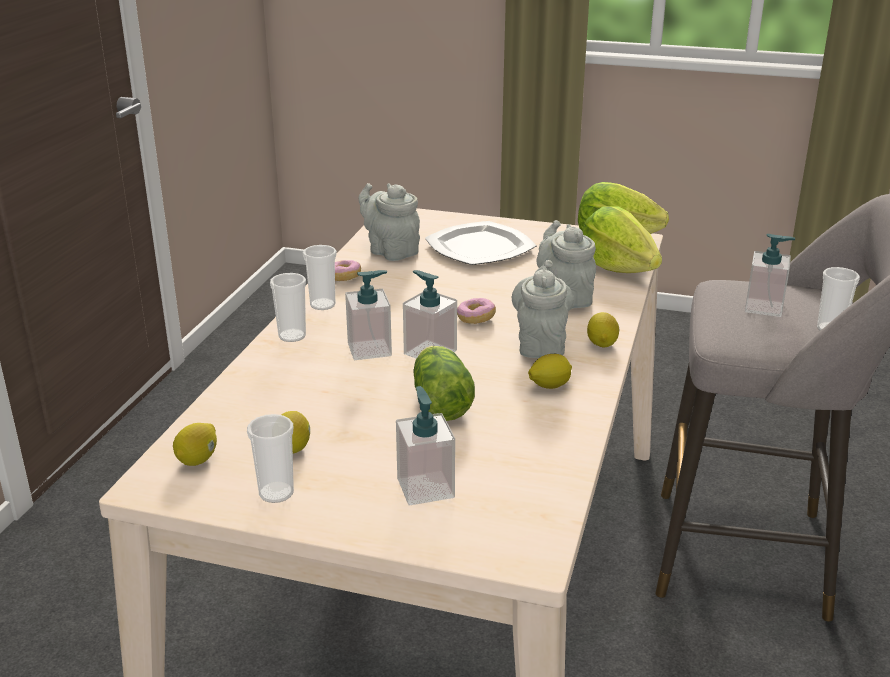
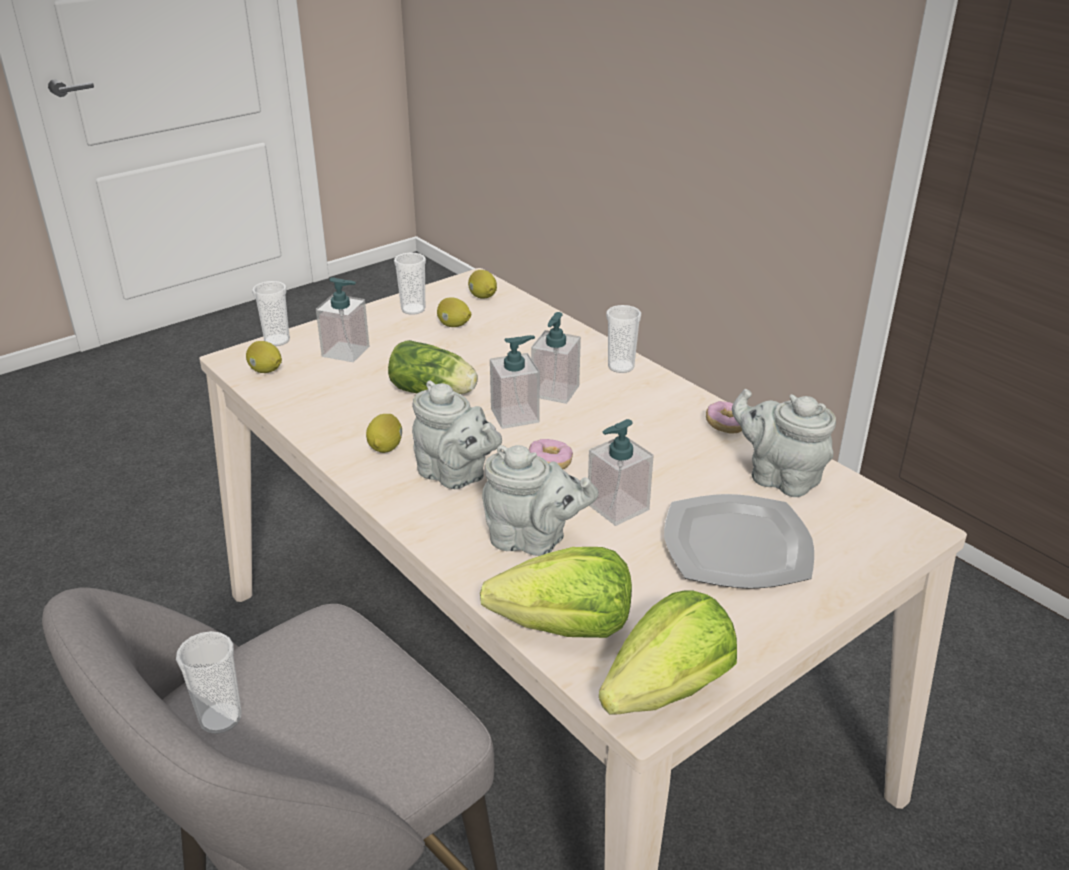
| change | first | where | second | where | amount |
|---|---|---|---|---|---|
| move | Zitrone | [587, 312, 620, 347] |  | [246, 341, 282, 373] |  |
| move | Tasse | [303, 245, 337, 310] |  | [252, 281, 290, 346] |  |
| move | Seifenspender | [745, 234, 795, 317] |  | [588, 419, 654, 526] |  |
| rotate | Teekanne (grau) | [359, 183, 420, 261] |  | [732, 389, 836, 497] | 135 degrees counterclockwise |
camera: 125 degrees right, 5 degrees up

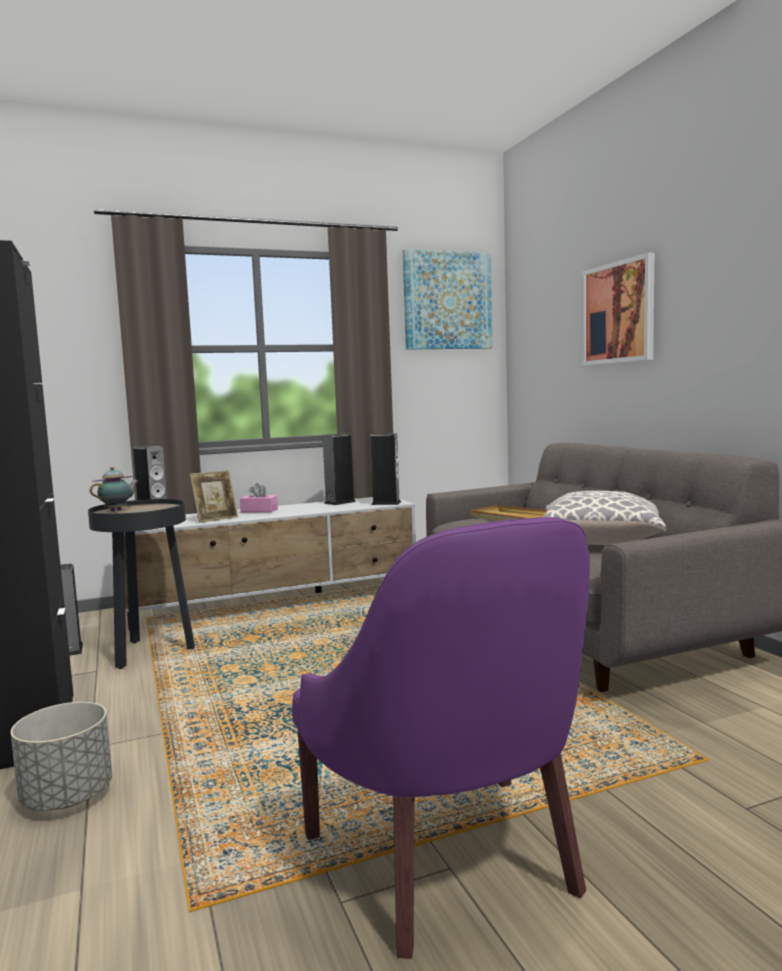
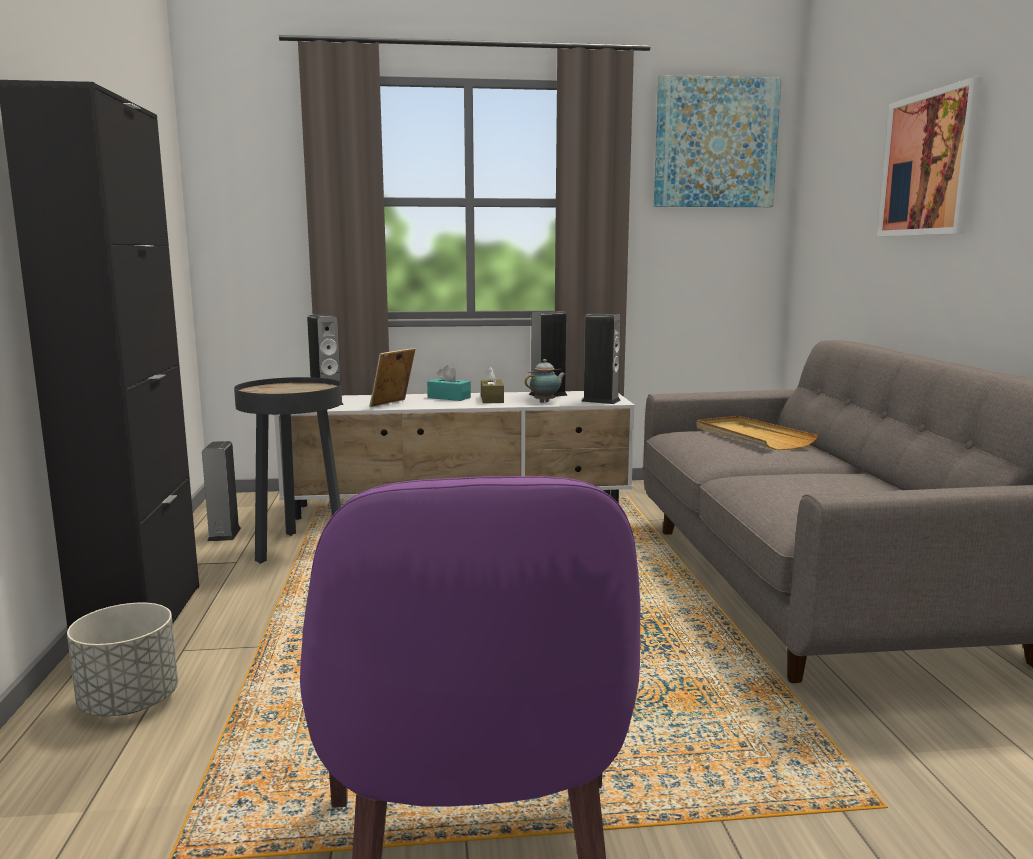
| change | first | where | second | where | amount |
|---|---|---|---|---|---|
| rotate | Bilderrahmen | [189, 471, 238, 523] |  | [370, 348, 415, 407] | 150 degrees clockwise |
| recolor | Taschentuchbox (rosa) | [240, 483, 278, 512] | Taschentuchbox (türkis) | [427, 365, 471, 401] |  |
| insert |  |  | Taschentuchbox (braun) | [481, 366, 504, 403] |  |
| move | Teekanne | [90, 467, 139, 512] |  | [525, 359, 566, 403] |  |
| delete | Kissen | [543, 491, 666, 545] |  |  |  |
camera: 15 degrees right, 5 degrees up

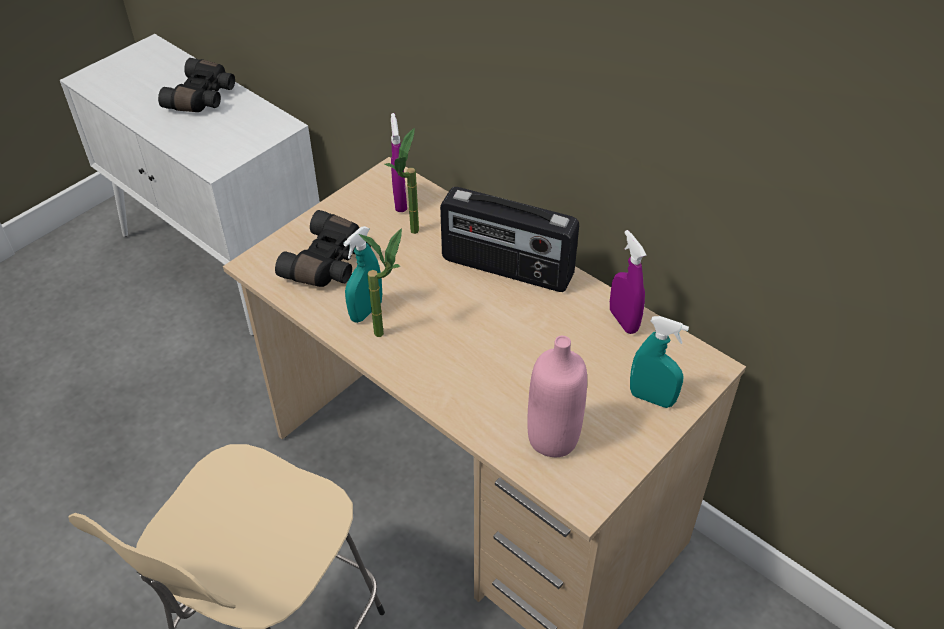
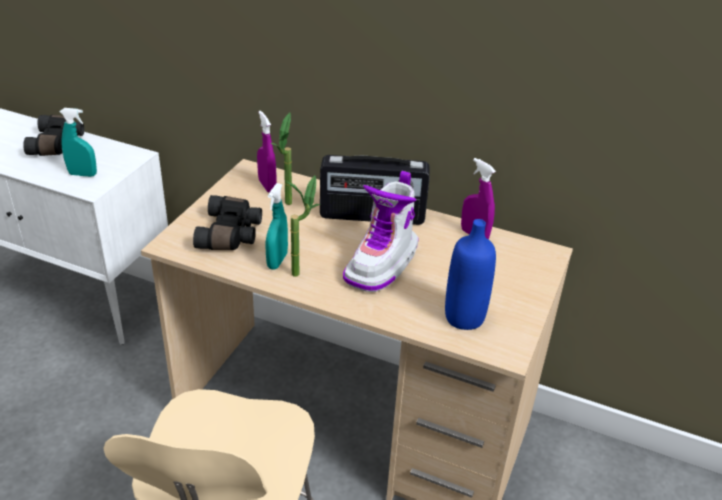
| change | first | where | second | where | amount |
|---|---|---|---|---|---|
| move | Sprühflasche (türkis) | [630, 316, 689, 408] |  | [60, 108, 97, 177] |  |
| insert |  |  | Stiefel | [343, 171, 419, 292] |  |
| recolor | Flasche (rosa) | [527, 336, 587, 457] | Flasche (blau) | [445, 219, 496, 330] |  |
camera: 20 degrees left, 10 degrees down

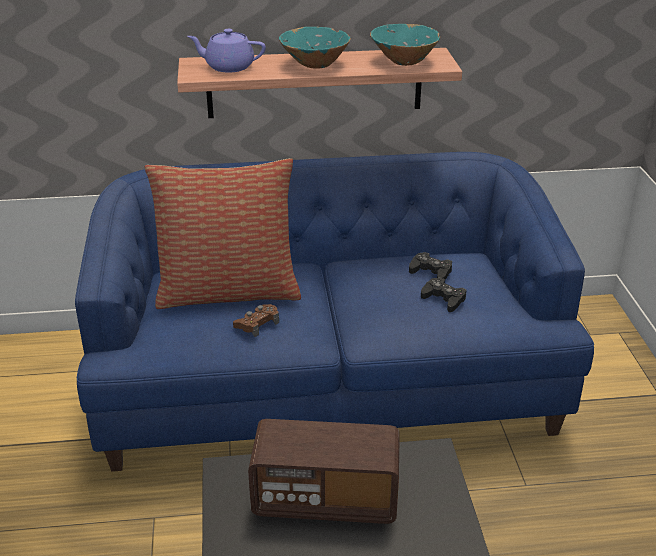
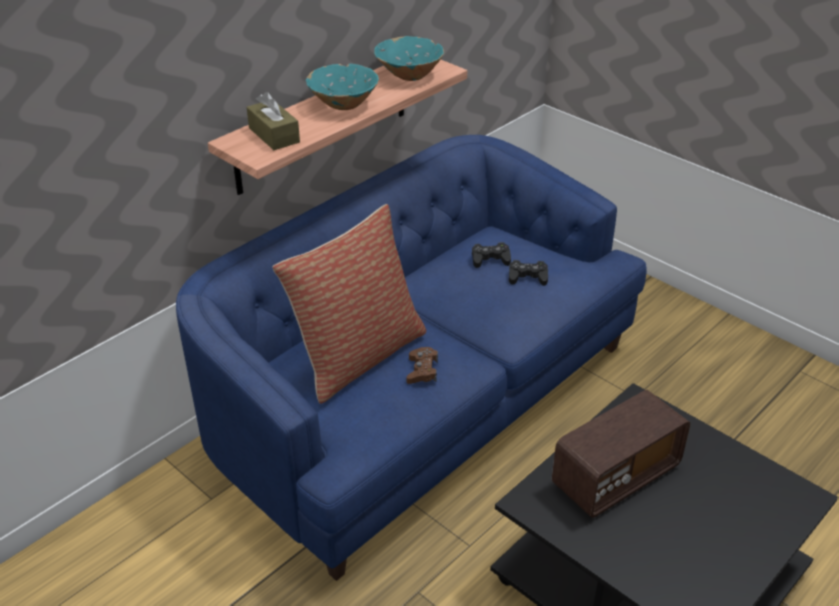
| change | first | where | second | where | amount |
|---|---|---|---|---|---|
| replace | Teekanne (lila) | [187, 29, 266, 73] | Taschentuchbox (braun) | [247, 92, 300, 150] |  |
camera: 40 degrees left, 5 degrees up

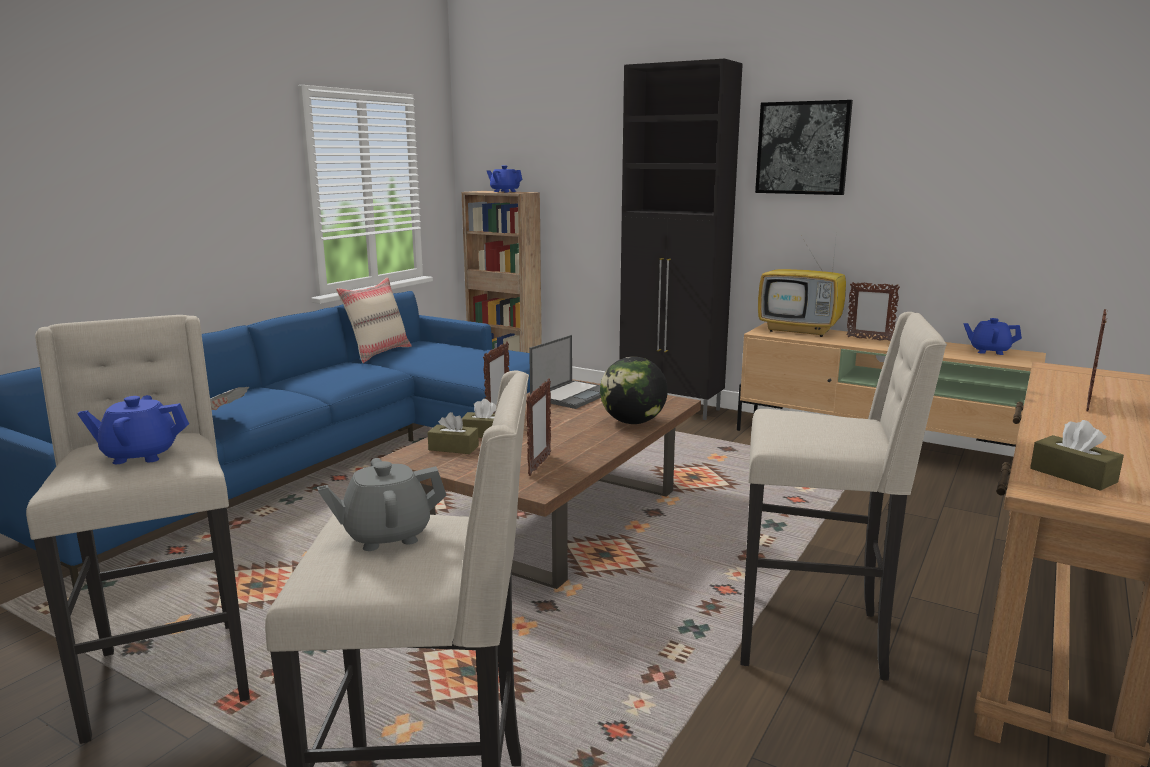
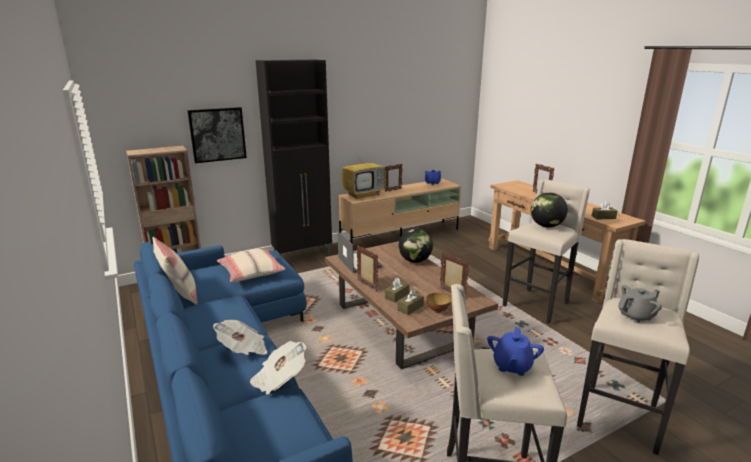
| change | first | where | second | where | amount |
|---|---|---|---|---|---|
| move | Bild | [755, 100, 853, 195] |  | [187, 107, 247, 163] |  |
| insert |  |  | Zeitung | [213, 320, 267, 355] |  |
| insert |  |  | Kissen (beige) | [217, 249, 286, 282] |  |
| insert |  |  | Schüssel | [426, 293, 451, 313] |  |
| insert |  |  | Globus | [531, 193, 568, 228] |  |
| rotate | Teekanne (grau) | [317, 458, 447, 551] |  | [618, 285, 662, 323] | 120 degrees counterclockwise |
| delete | Teekanne (blau) | [487, 165, 523, 192] |  |  |  |
camera: 60 degrees left, 5 degrees up

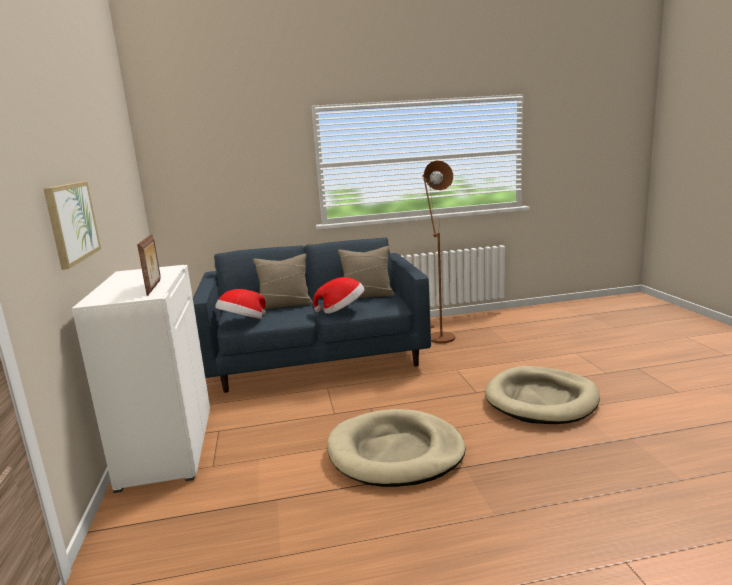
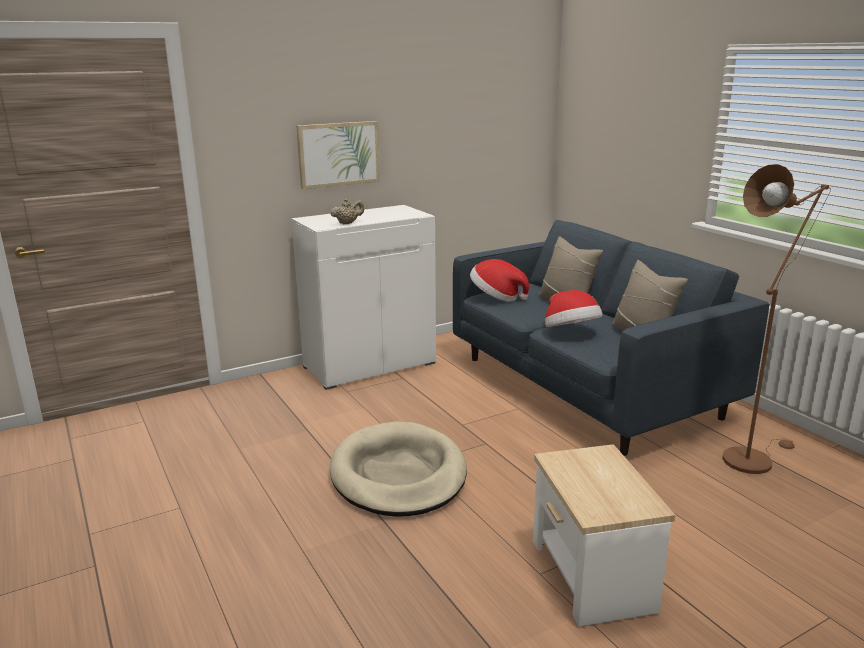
| change | first | where | second | where | amount |
|---|---|---|---|---|---|
| replace | Bilderrahmen | [137, 234, 161, 296] | Teekanne (beige) | [331, 199, 364, 224] |  |
| replace | Hundebett (beige) | [485, 366, 600, 424] | Beistelltisch | [533, 444, 675, 627] |  |
camera: 70 degrees right, 5 degrees up

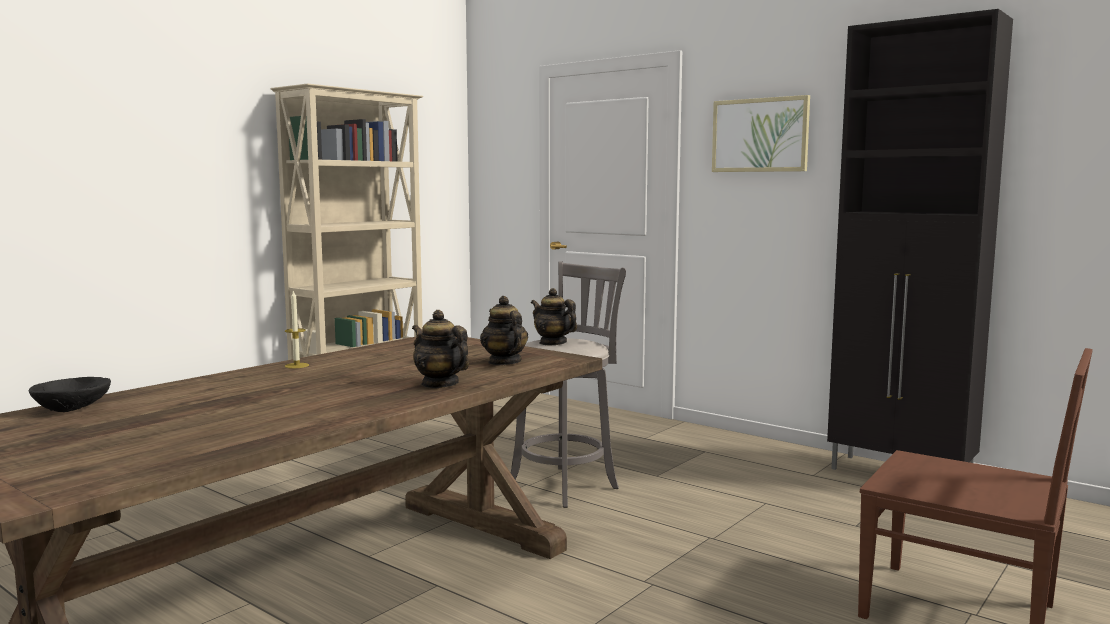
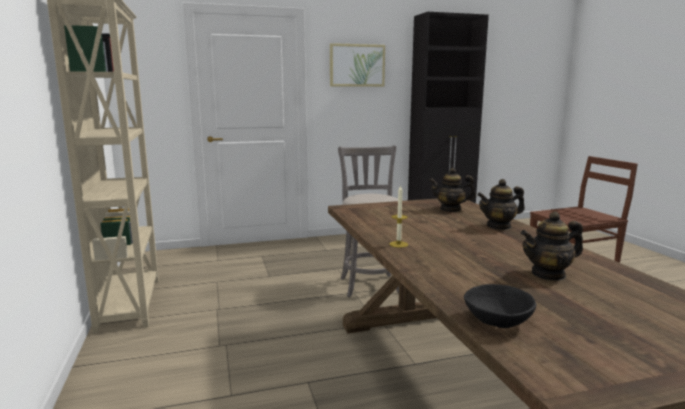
| change | first | where | second | where | amount |
|---|---|---|---|---|---|
| move | Teekanne | [531, 288, 577, 345] |  | [521, 211, 583, 281] |  |
camera: 55 degrees left, 5 degrees up

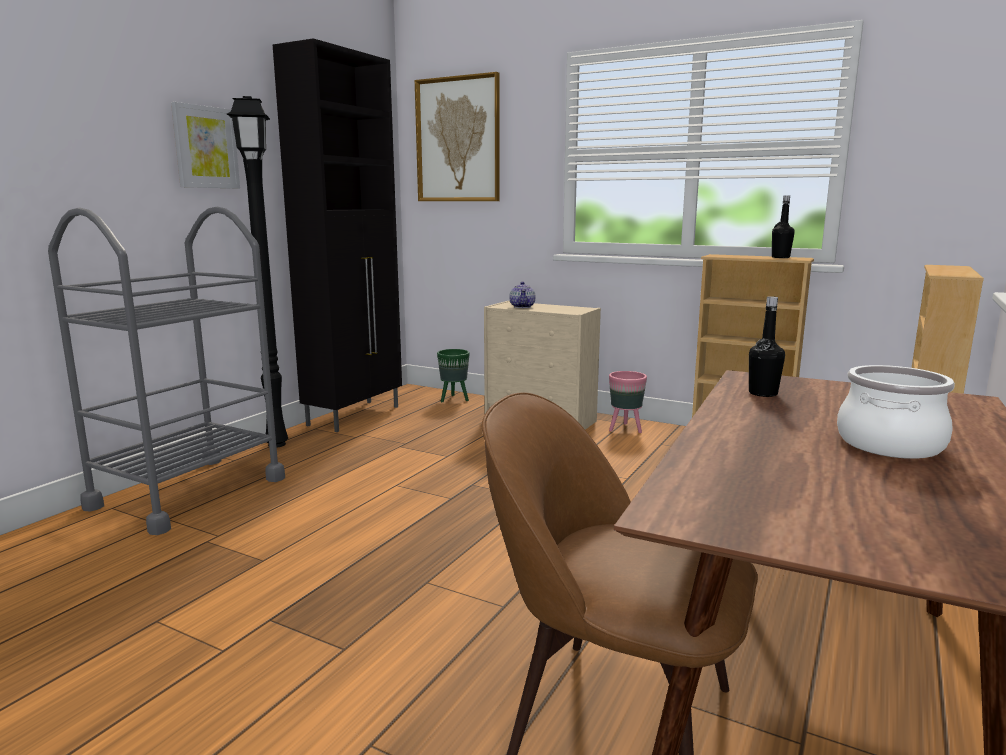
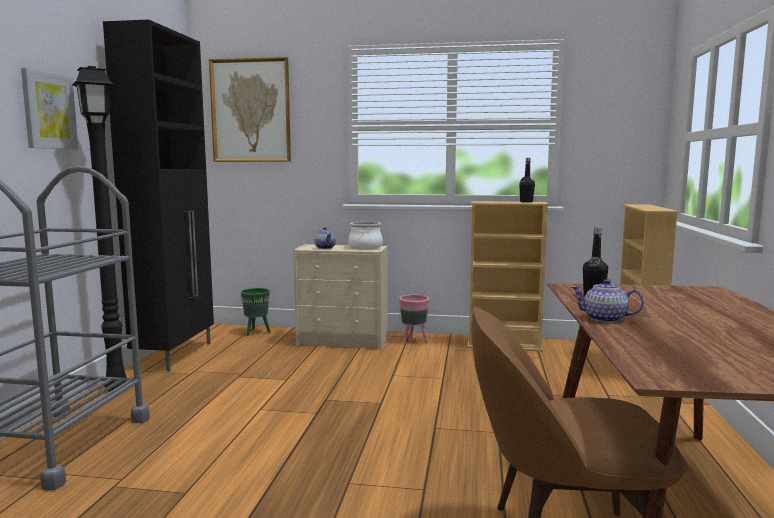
| change | first | where | second | where | amount |
|---|---|---|---|---|---|
| move | Kochtopf | [837, 365, 955, 459] |  | [348, 222, 383, 250] |  |
| insert |  |  | Teekanne | [571, 279, 644, 323] |  |
camera: 20 degrees left, 5 degrees down

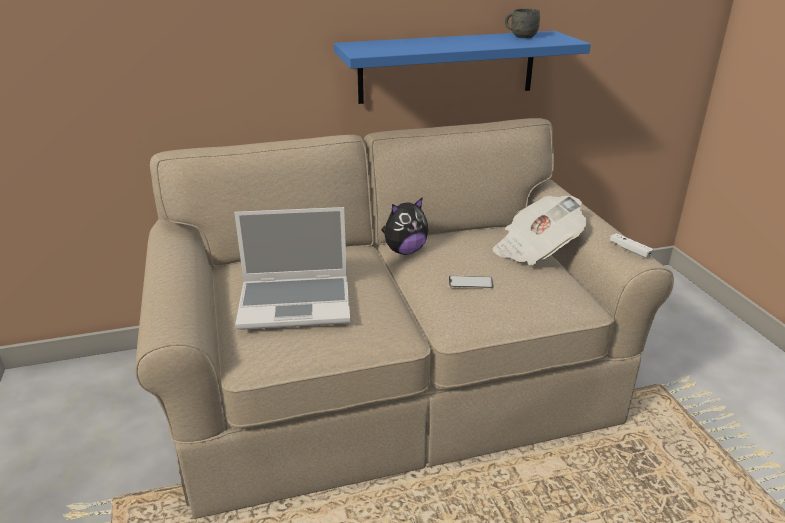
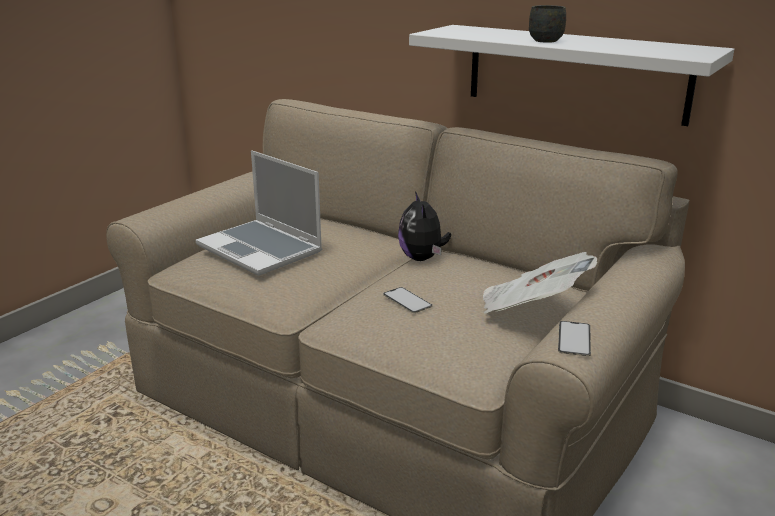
| change | first | where | second | where | amount |
|---|---|---|---|---|---|
| rotate | Plüschtier | [381, 197, 428, 255] |  | [398, 191, 451, 261] | 60 degrees clockwise |
| recolor | Wandregal (blau) | [334, 31, 591, 104] | Wandregal (weiß) | [409, 25, 734, 126] |  |
| move | Henkelbecher (grau) | [505, 9, 540, 38] |  | [529, 5, 566, 43] |  |
| replace | Gamepad (weiß) | [610, 233, 654, 259] | Handy | [558, 321, 591, 356] |  |
camera: 50 degrees right, 5 degrees down

